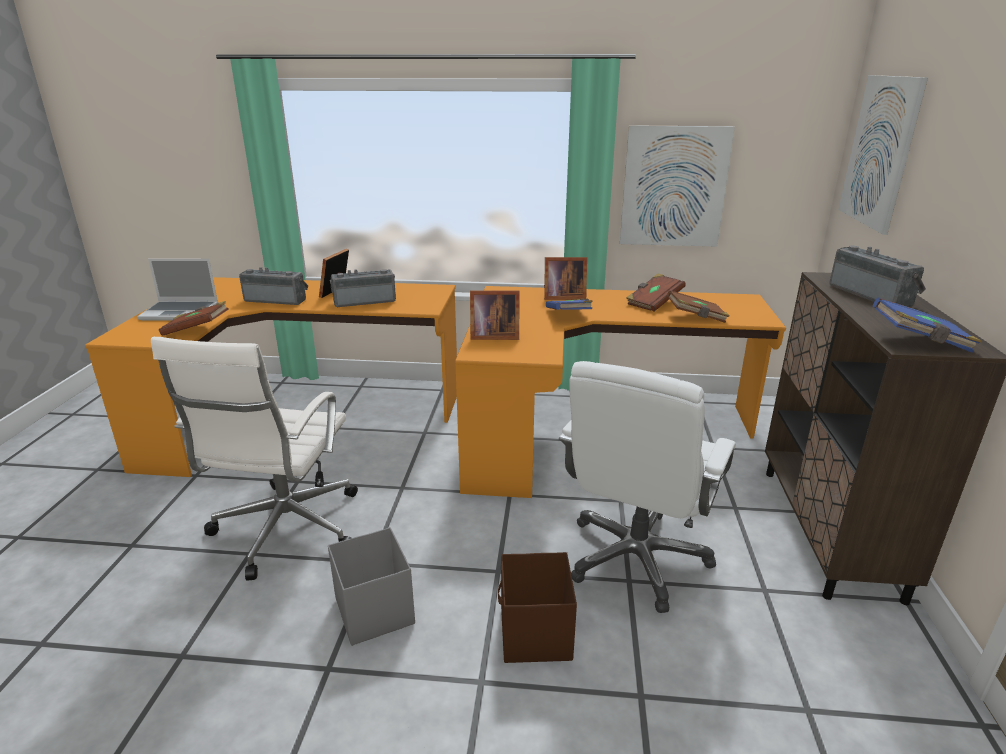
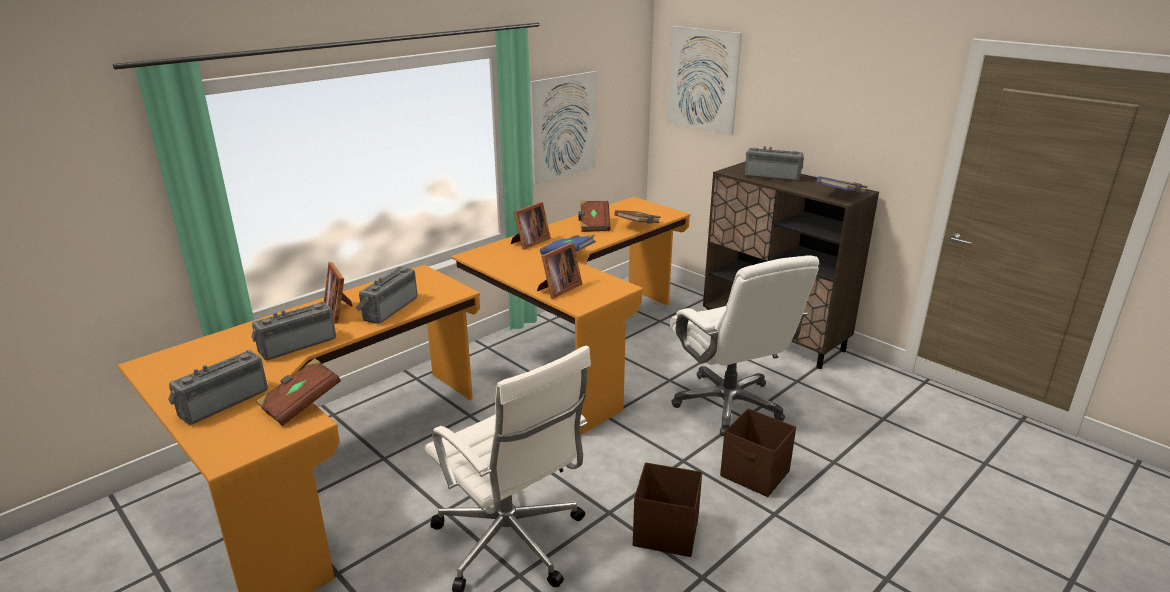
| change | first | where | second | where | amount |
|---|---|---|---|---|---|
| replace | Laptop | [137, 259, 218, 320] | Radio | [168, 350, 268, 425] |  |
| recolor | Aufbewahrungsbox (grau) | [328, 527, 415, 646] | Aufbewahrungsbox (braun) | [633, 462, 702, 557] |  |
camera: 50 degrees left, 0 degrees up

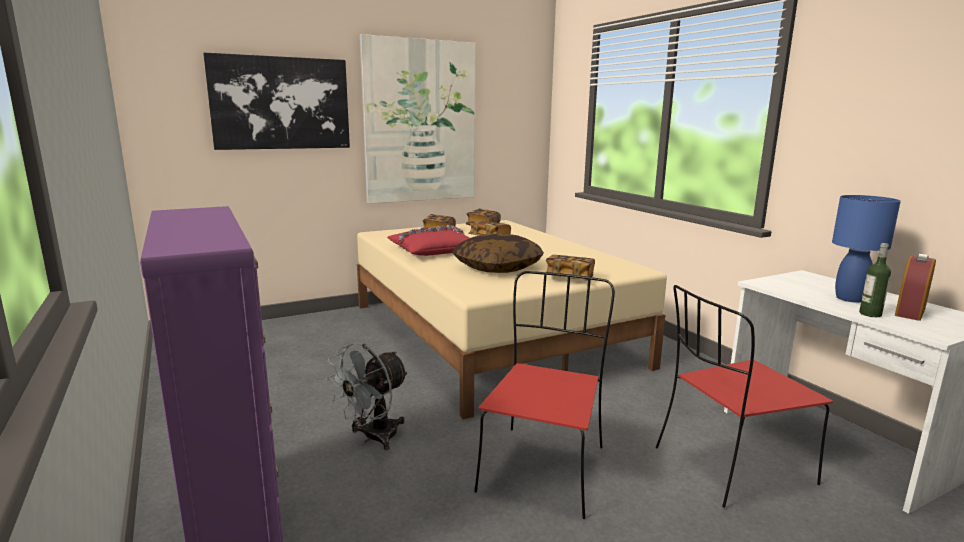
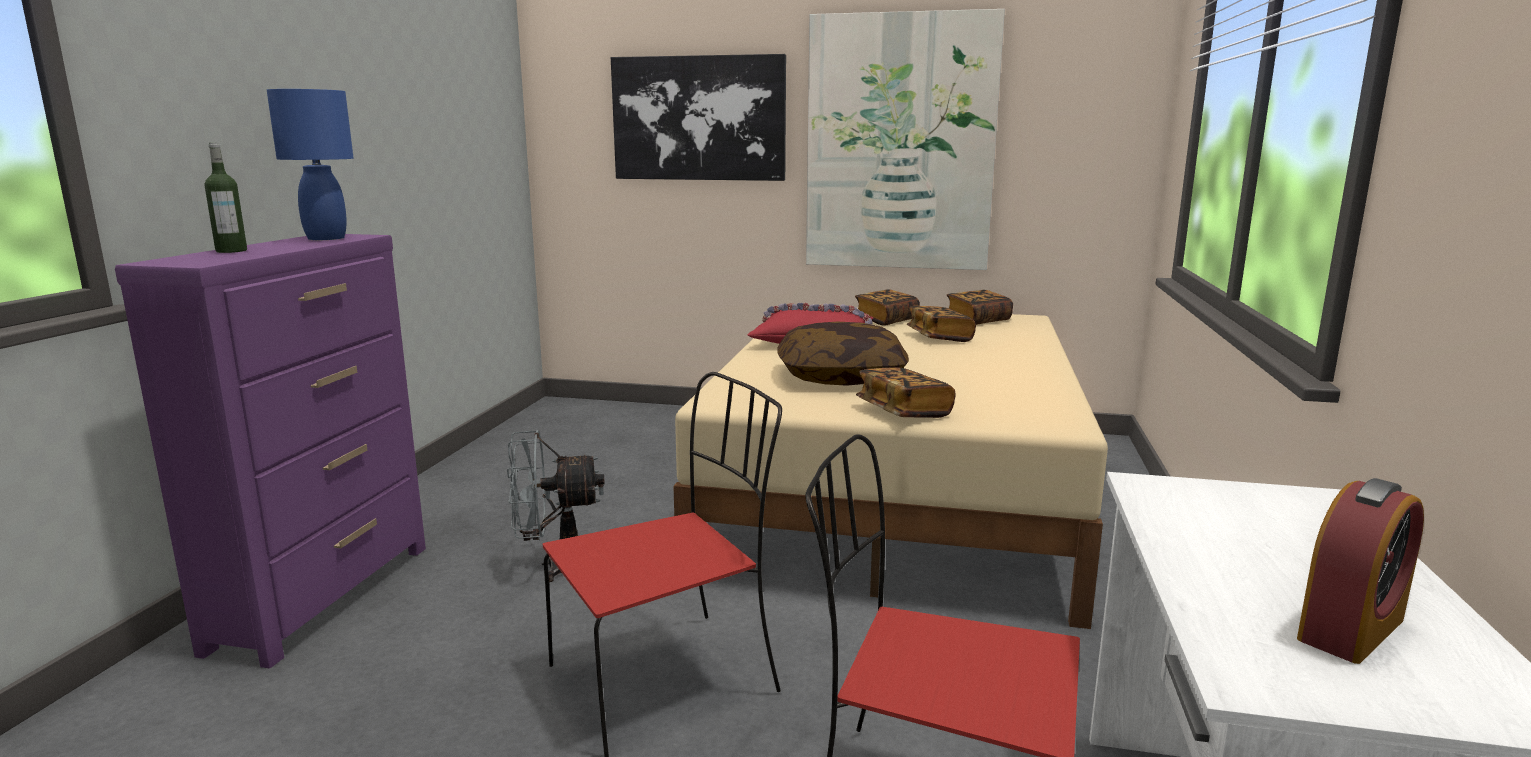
| change | first | where | second | where | amount |
|---|---|---|---|---|---|
| move | Flasche | [859, 243, 891, 317] |  | [204, 143, 247, 253] |  |
| move | Tischlampe (blau) | [832, 195, 901, 303] |  | [267, 89, 354, 240] |  |
| rotate | Wecker | [895, 254, 936, 321] |  | [1297, 478, 1424, 664] | 150 degrees clockwise |
camera: 40 degrees right, 0 degrees up

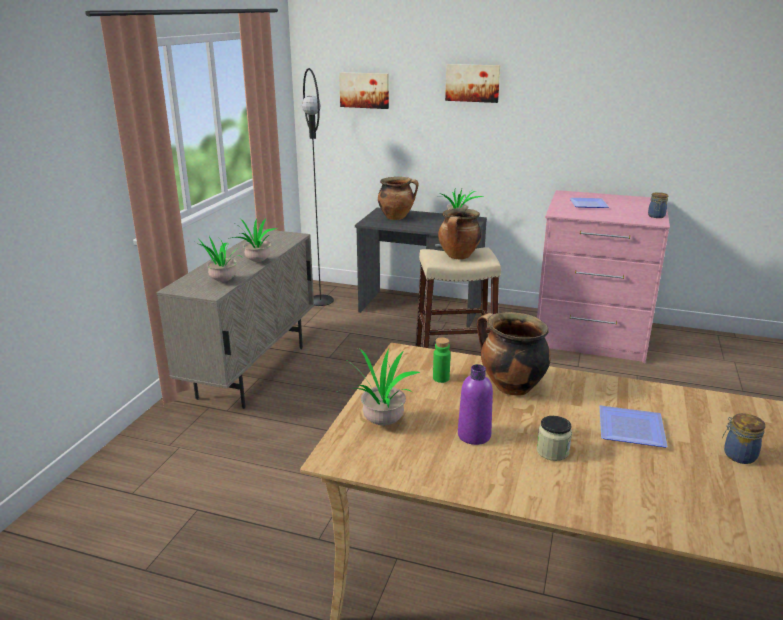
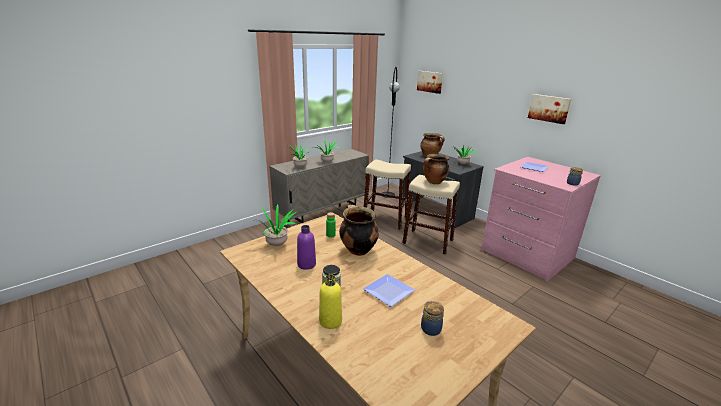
| change | first | where | second | where | amount |
|---|---|---|---|---|---|
| insert |  |  | Flasche (gelb) | [319, 274, 342, 329] |  |
| insert |  |  | Hocker (beige) | [364, 160, 411, 230] |  |
| move | Bild | [445, 64, 500, 103] |  | [528, 94, 571, 124] |  |
camera: 30 degrees right, 0 degrees up

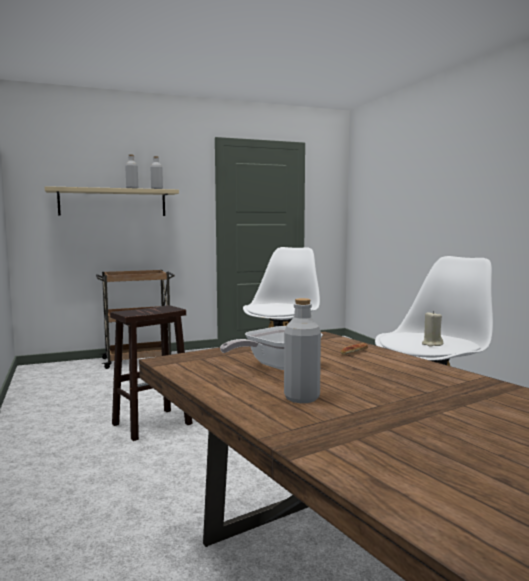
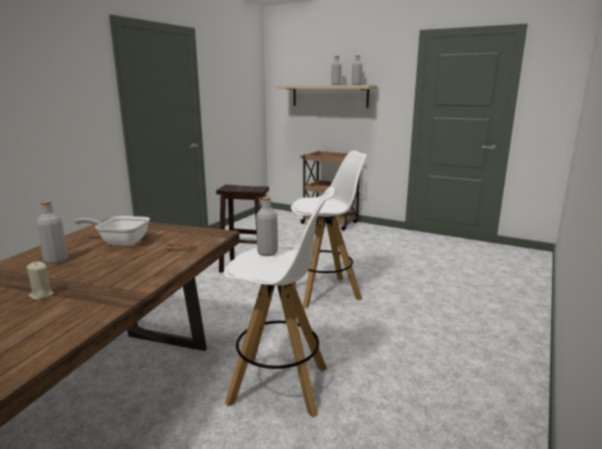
| change | first | where | second | where | amount |
|---|---|---|---|---|---|
| move | Kerze (beige) | [422, 311, 443, 347] |  | [27, 261, 54, 300] |  |
| insert |  |  | Flasche (grau) | [256, 197, 278, 256] |  |
camera: 50 degrees right, 10 degrees up

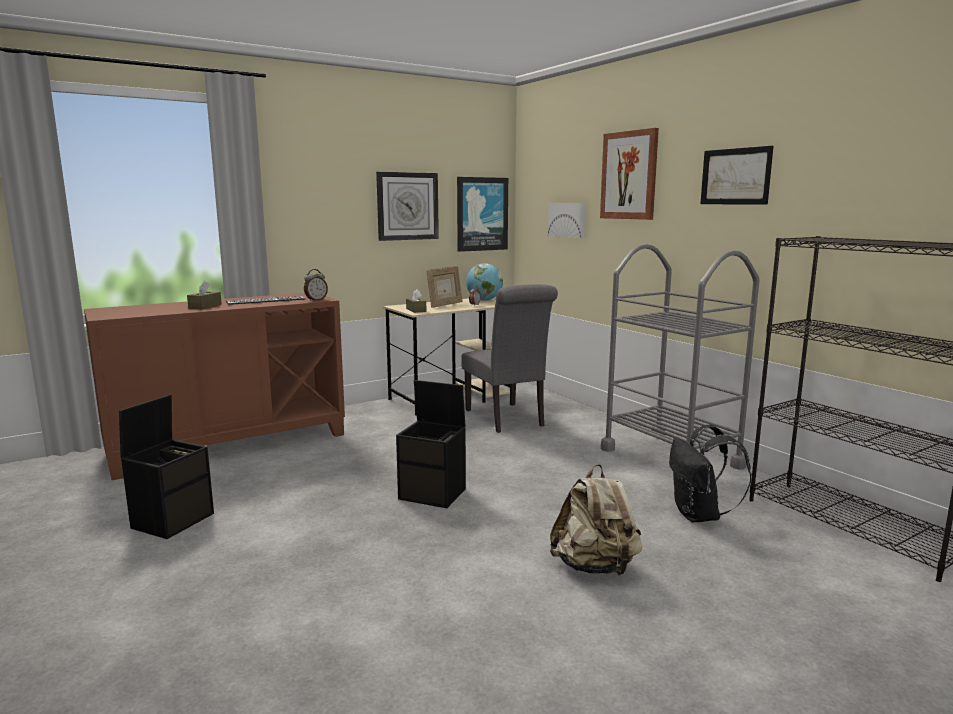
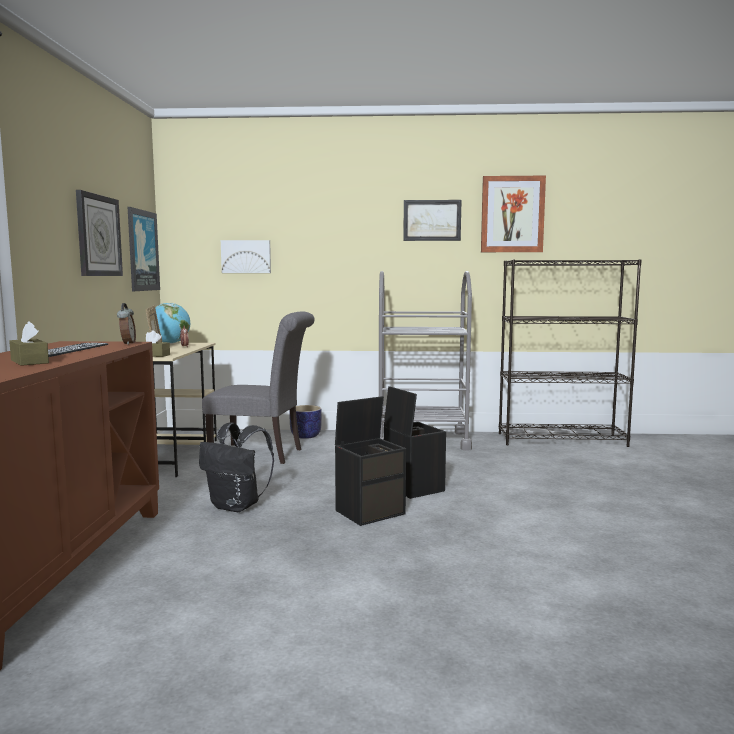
| change | first | where | second | where | amount |
|---|---|---|---|---|---|
| move | Rucksack (schwarz) | [669, 425, 752, 523] |  | [199, 422, 274, 512] |  |
| insert |  |  | Pflanzkübel | [289, 405, 322, 439] |  |
| move | Aufbewahrungsbox (schwarz) | [119, 394, 214, 539] |  | [384, 386, 446, 499] |  |
| move | Bild | [600, 128, 659, 220] |  | [481, 176, 546, 252] |  |
| delete | Rucksack (beige) | [550, 464, 642, 576] |  |  |  |
camera: 55 degrees left, 5 degrees down

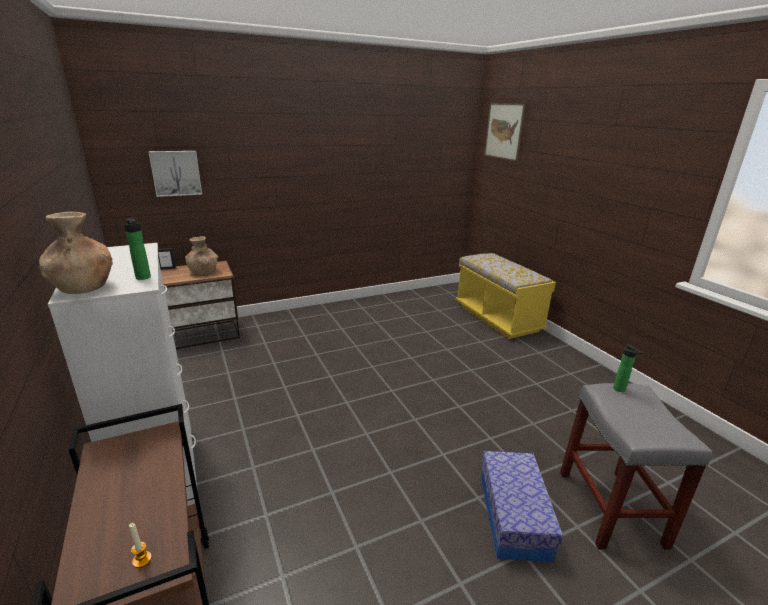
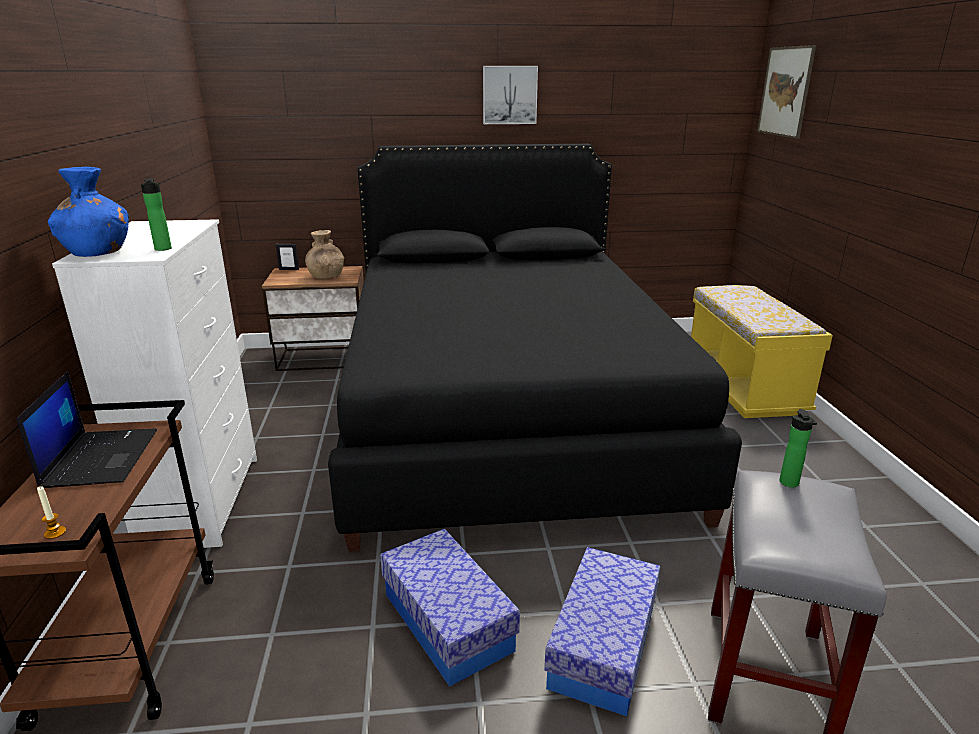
| change | first | where | second | where | amount |
|---|---|---|---|---|---|
| insert |  |  | Laptop | [16, 371, 157, 488] |  |
| recolor | Vase (braun) | [39, 212, 113, 294] | Vase (blau) | [48, 167, 129, 257] |  |
| insert |  |  | Bett (schwarz) | [328, 144, 742, 552] |  |
| insert |  |  | Aufbewahrungsbox | [380, 529, 520, 687] |  |
| move | Bild | [148, 151, 202, 197] |  | [483, 66, 538, 124] |  |
camera: 20 degrees right, 0 degrees up

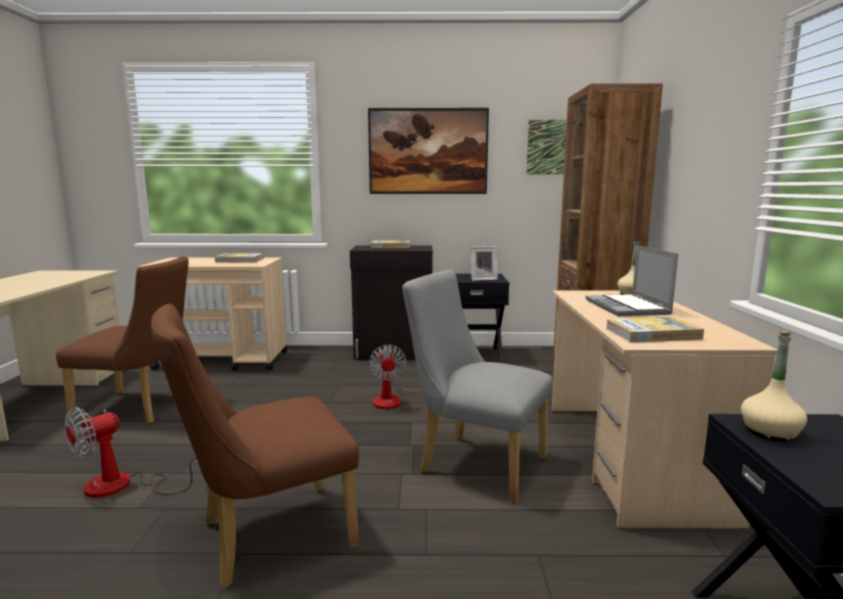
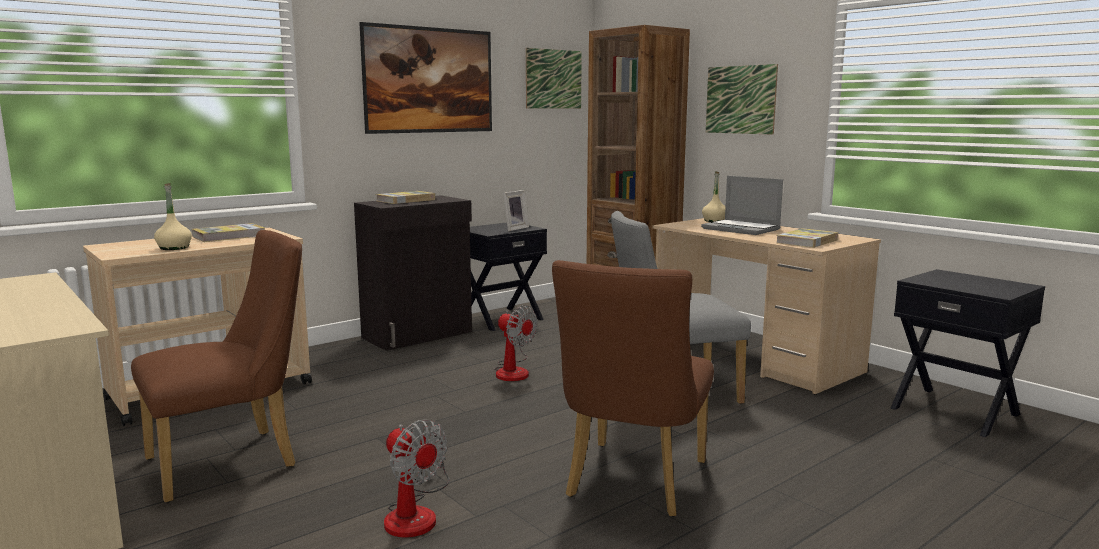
| change | first | where | second | where | amount |
|---|---|---|---|---|---|
| move | Flasche (beige) | [741, 331, 807, 442] |  | [154, 183, 192, 250] |  |
| rotate | Ventilator | [64, 407, 198, 498] |  | [384, 420, 450, 538] | 45 degrees counterclockwise |
| insert |  |  | Bild | [706, 64, 778, 135] |  |
camera: 40 degrees left, 0 degrees up

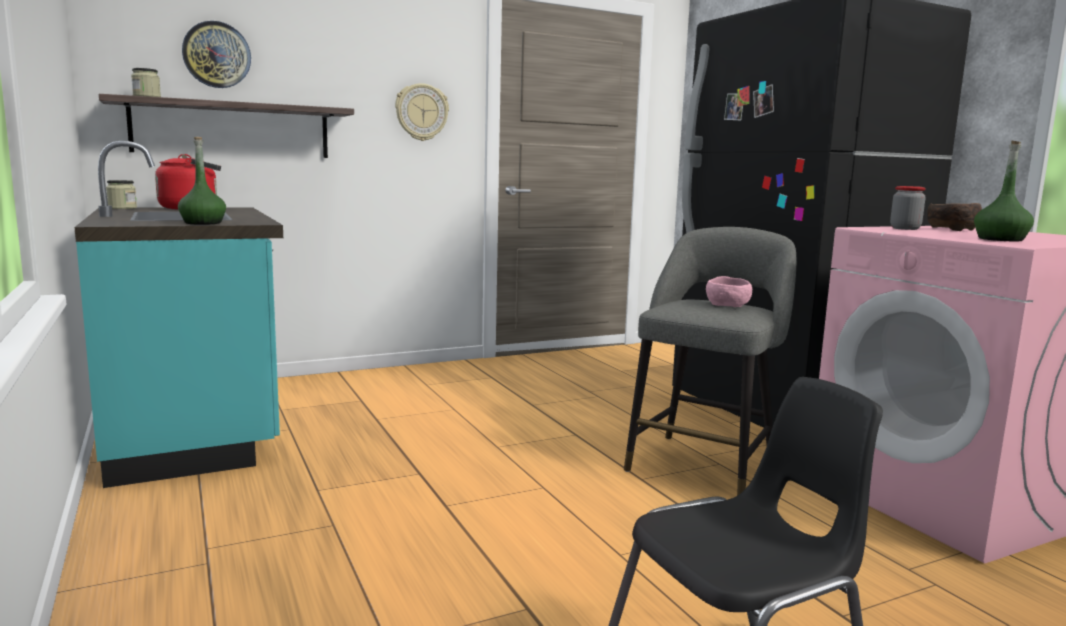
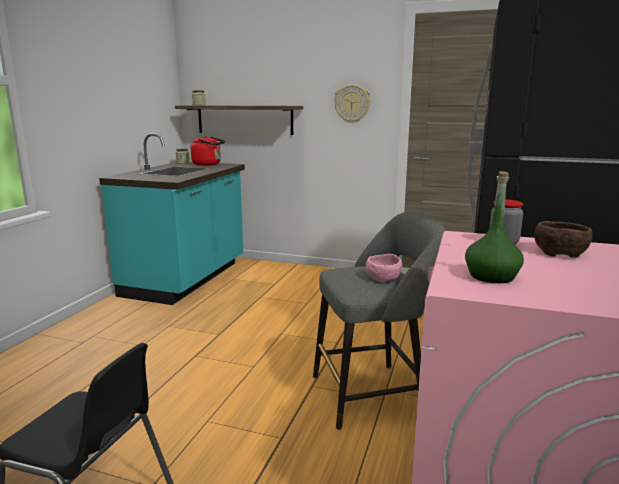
| change | first | where | second | where | amount |
|---|---|---|---|---|---|
| delete | Flasche (grün) | [178, 137, 226, 225] |  |  |  |
| delete | Wanduhr | [182, 21, 251, 88] |  |  |  |
camera: 45 degrees right, 5 degrees up

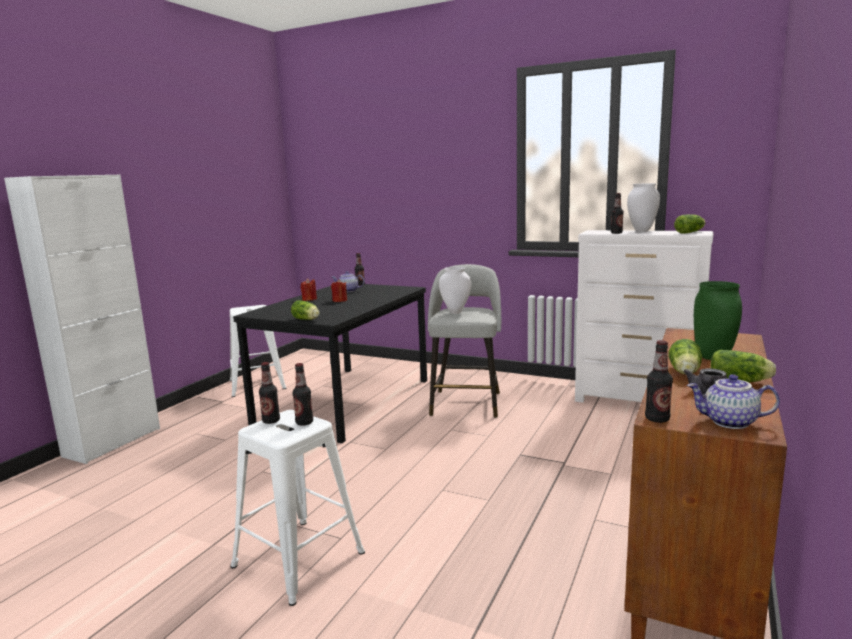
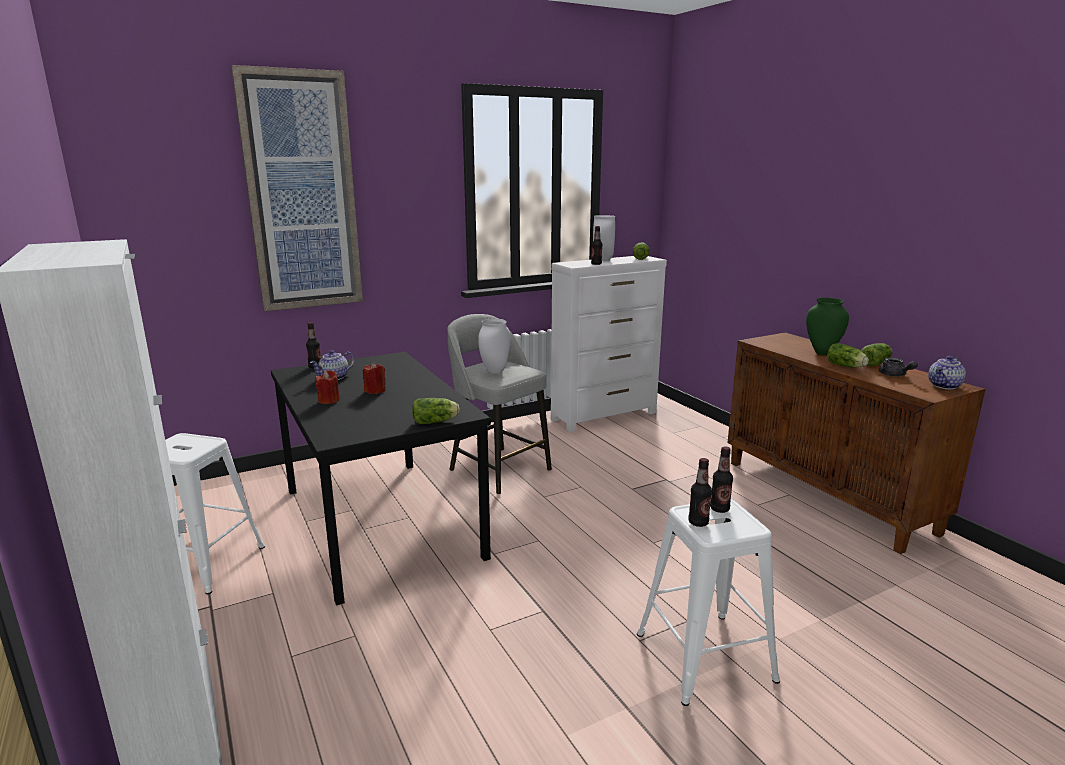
| change | first | where | second | where | amount |
|---|---|---|---|---|---|
| insert |  |  | Bild | [231, 65, 363, 311] |  |
| delete | Flasche | [645, 340, 673, 423] |  |  |  |
camera: 55 degrees left, 5 degrees up

